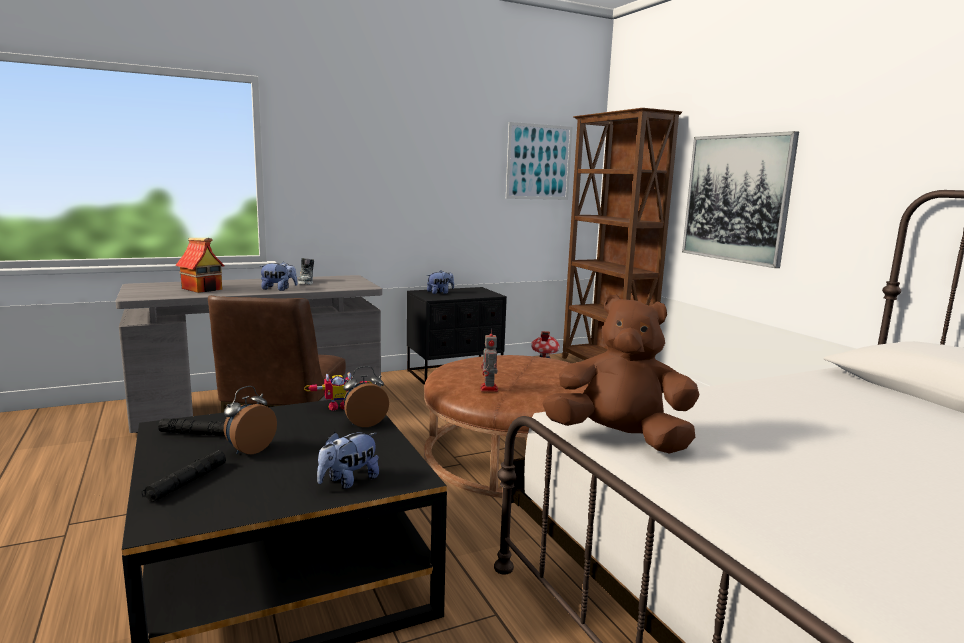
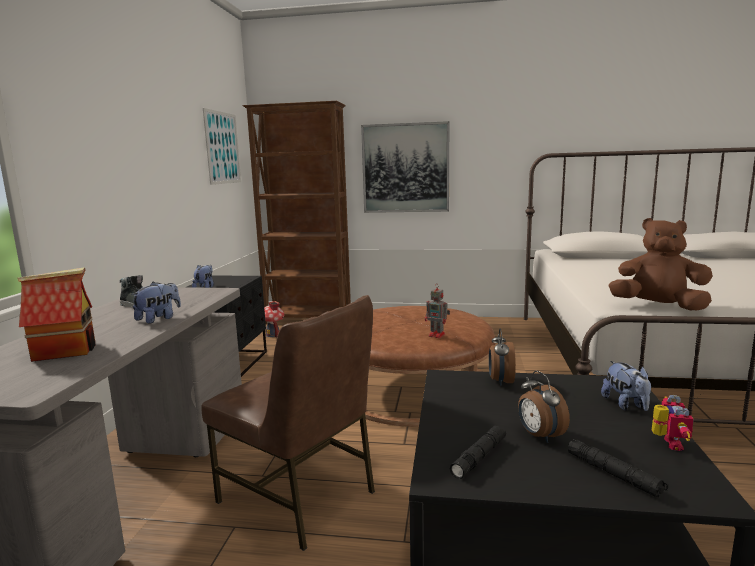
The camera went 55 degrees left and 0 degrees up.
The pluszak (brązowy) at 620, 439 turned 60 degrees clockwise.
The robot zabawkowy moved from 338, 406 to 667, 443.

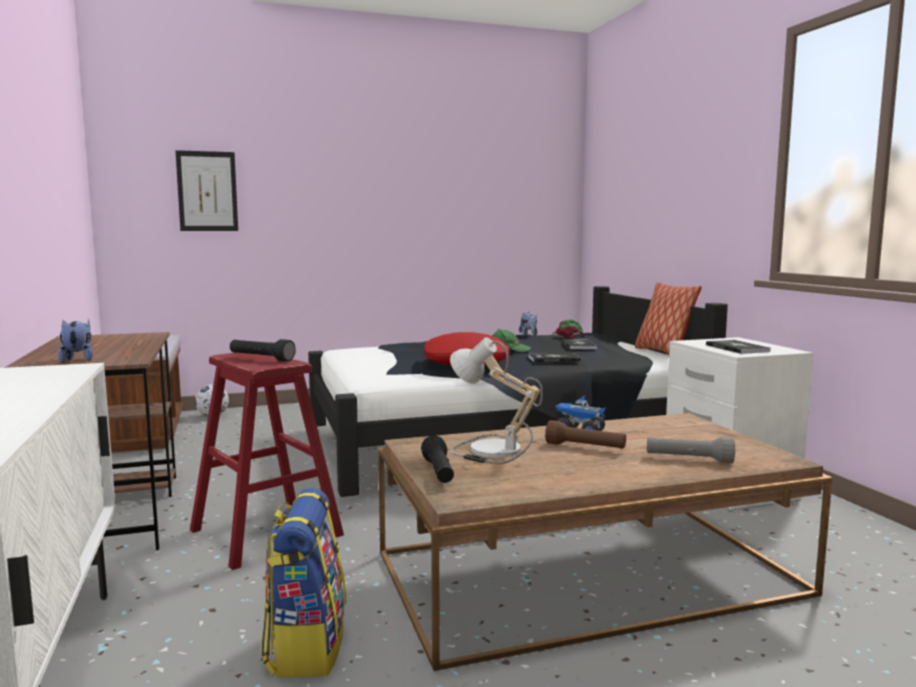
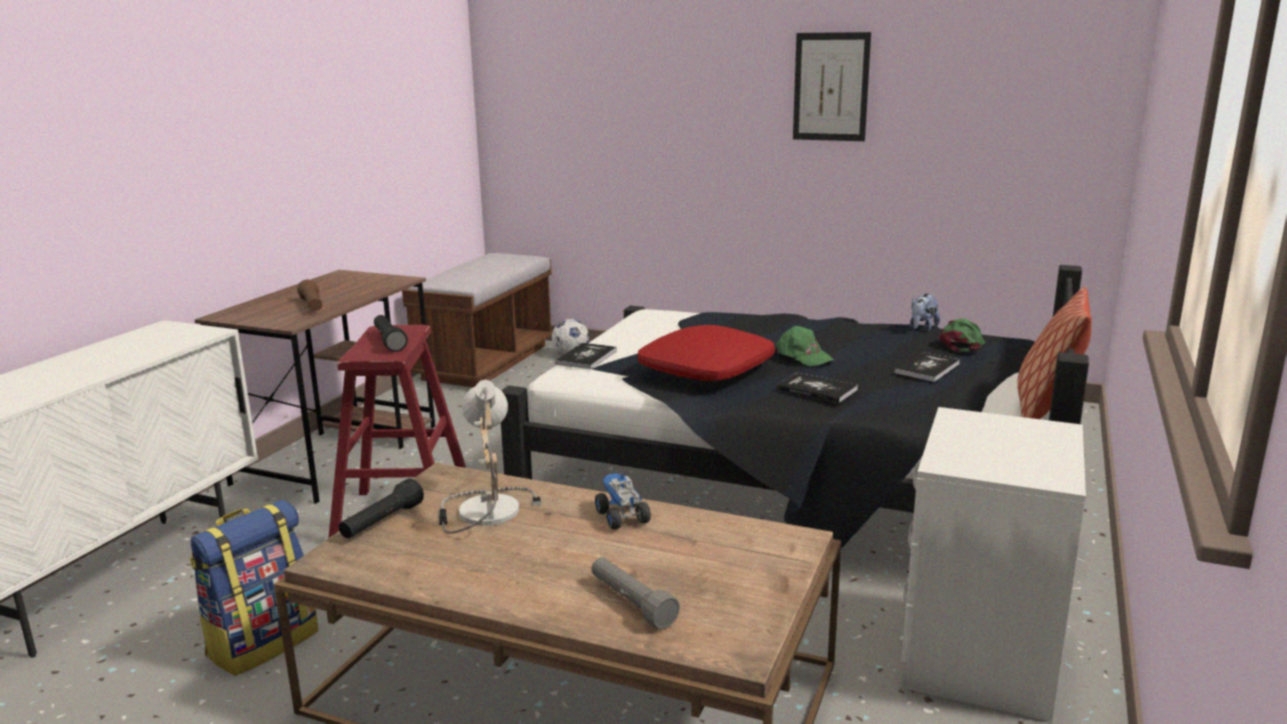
The camera went 40 degrees right and 10 degrees up.
The latarka (brązowy) moved from 585, 447 to 312, 306.
The książka moved from 737, 348 to 586, 357.
The obraz moved from 207, 191 to 831, 87.
The pluszak at 78, 360 disappeared.

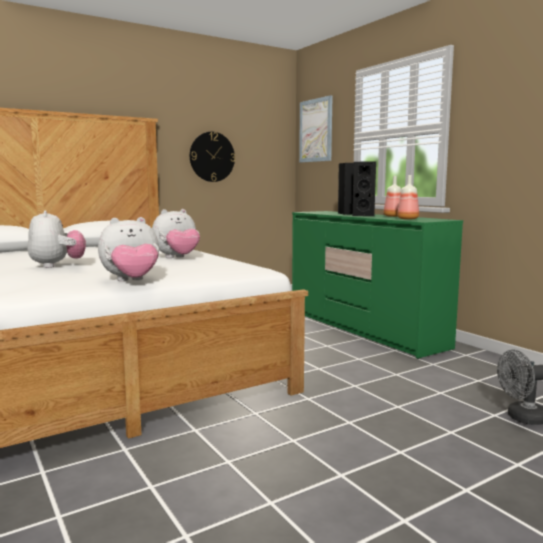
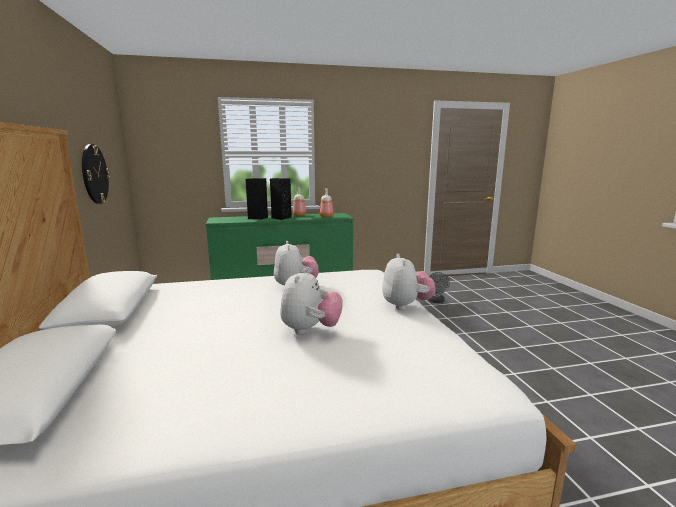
The camera went 70 degrees left and 5 degrees up.
The pluszak at 57, 265 turned 105 degrees clockwise.
The obraz at 316, 130 disappeared.

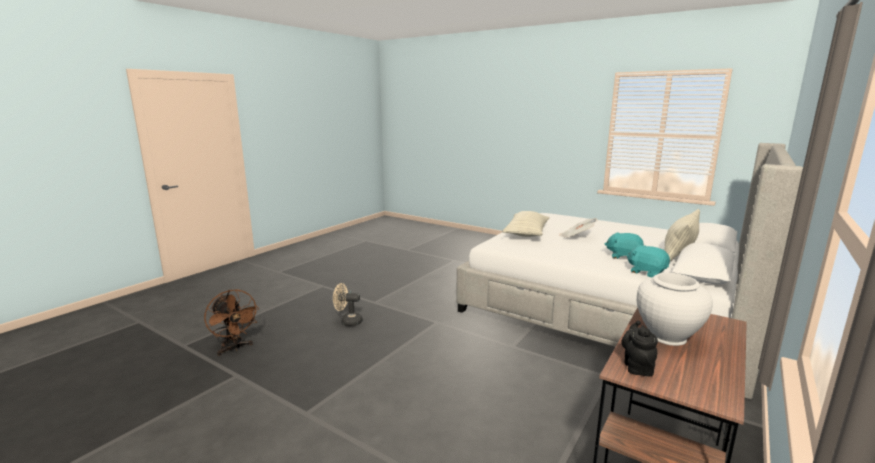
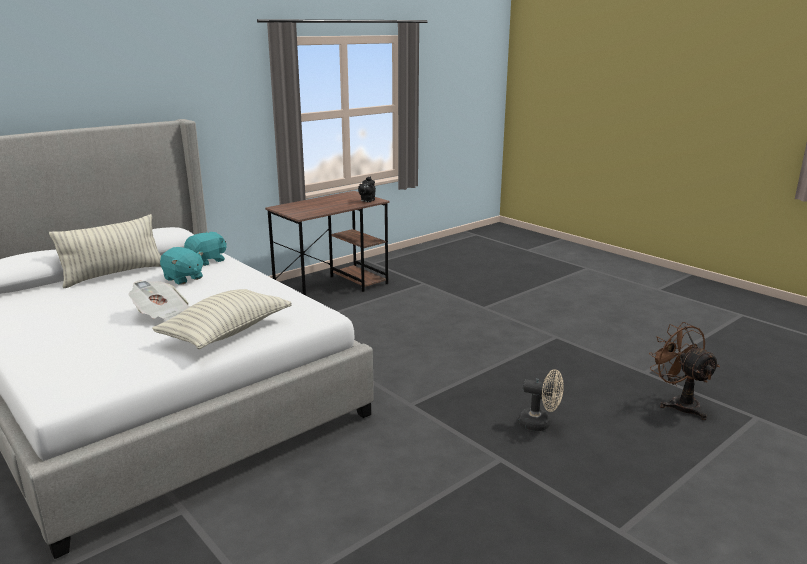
The camera went 165 degrees left and 5 degrees up.
The pluszak (turkusowy) at 646, 272 turned 105 degrees counterclockwise.
The wazon (biały) at 667, 337 disappeared.

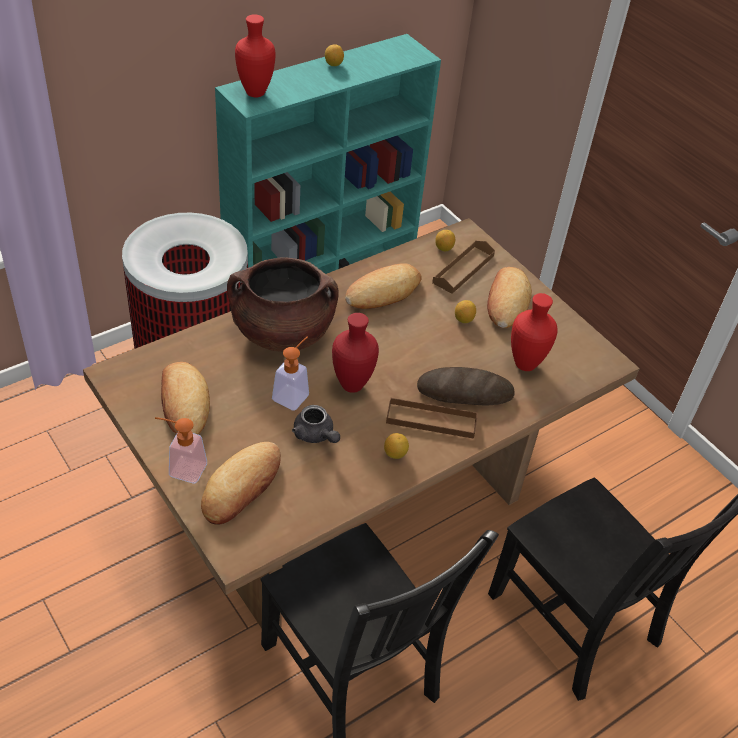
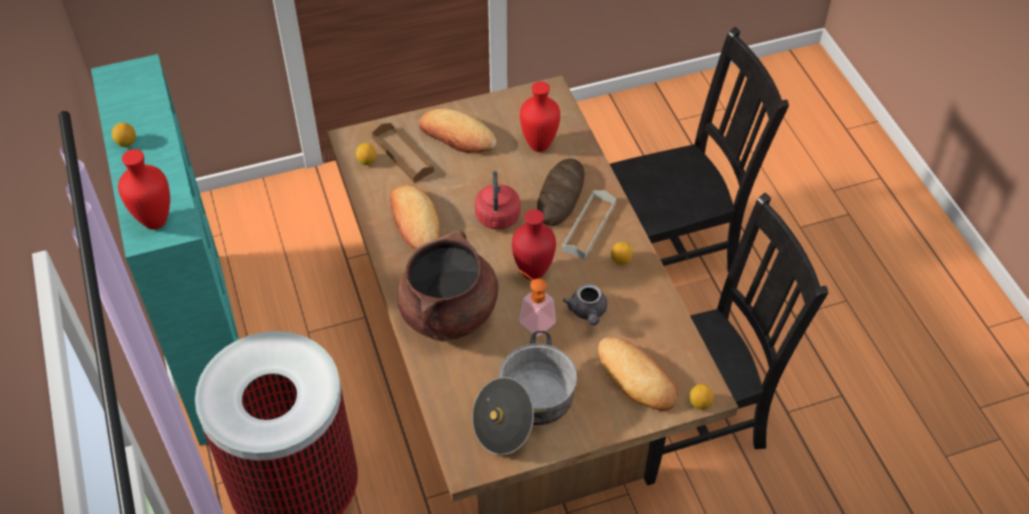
The camera went 70 degrees left and 5 degrees up.
The chleb at 184, 404 was replaced by the garnek at 524, 409.
The czajnik (czerwony) at 497, 219 appeared.
The taca (brązowy) at 431, 420 became the taca (szary) at 589, 226.
The imbryk (szary) at 315, 435 turned 105 degrees clockwise.
The cytryna moved from 463, 319 to 700, 403.
The dozownik mydła at 181, 468 disappeared.

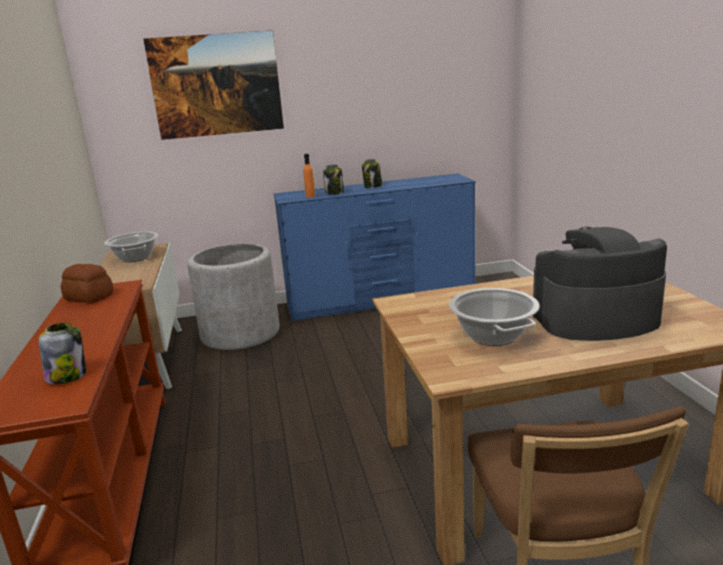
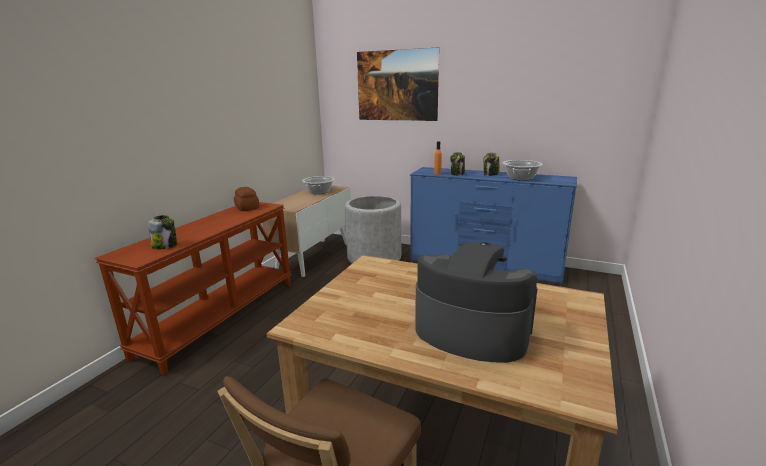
The camera went 35 degrees right and 0 degrees up.
The garnek moved from 493, 335 to 521, 178.

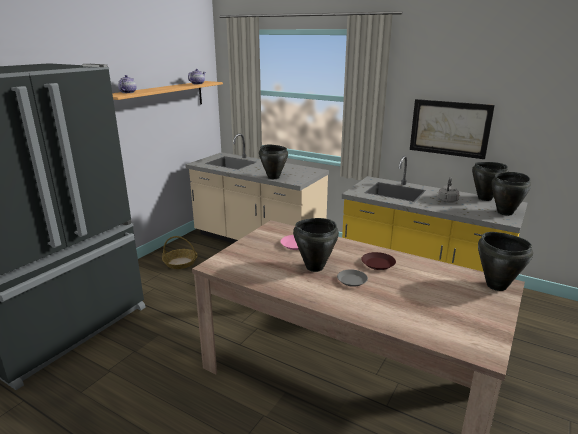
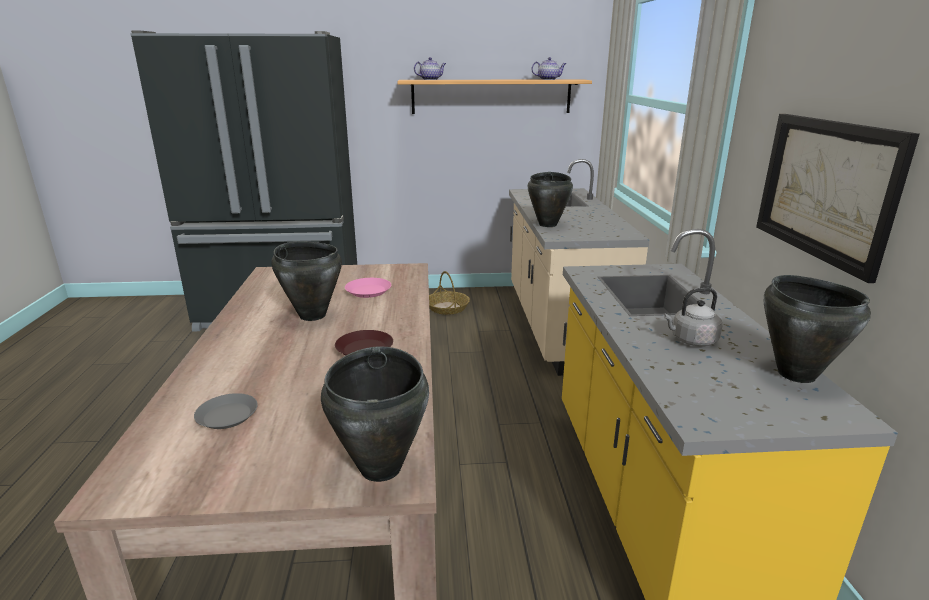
The camera went 55 degrees right and 0 degrees up.
The talerz (szary) moved from 351, 280 to 227, 416.
The garnek (czarny) at 505, 213 disappeared.

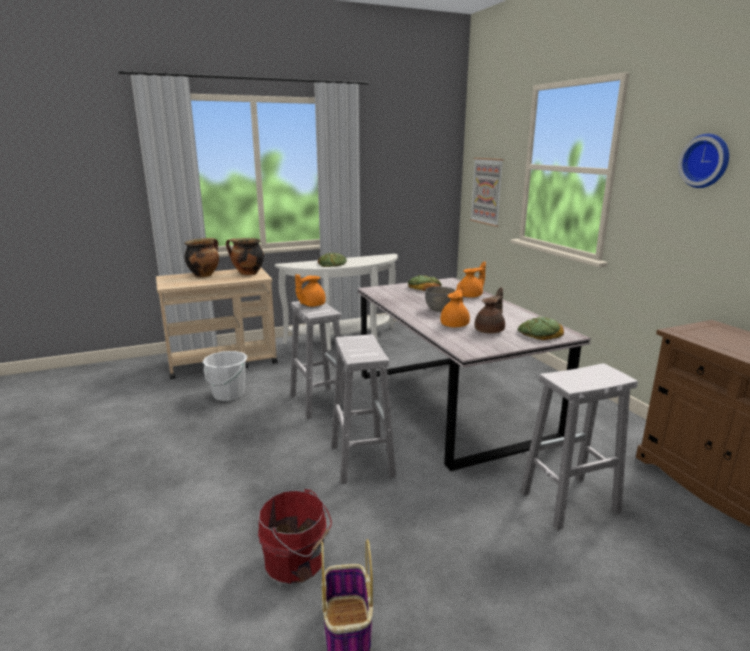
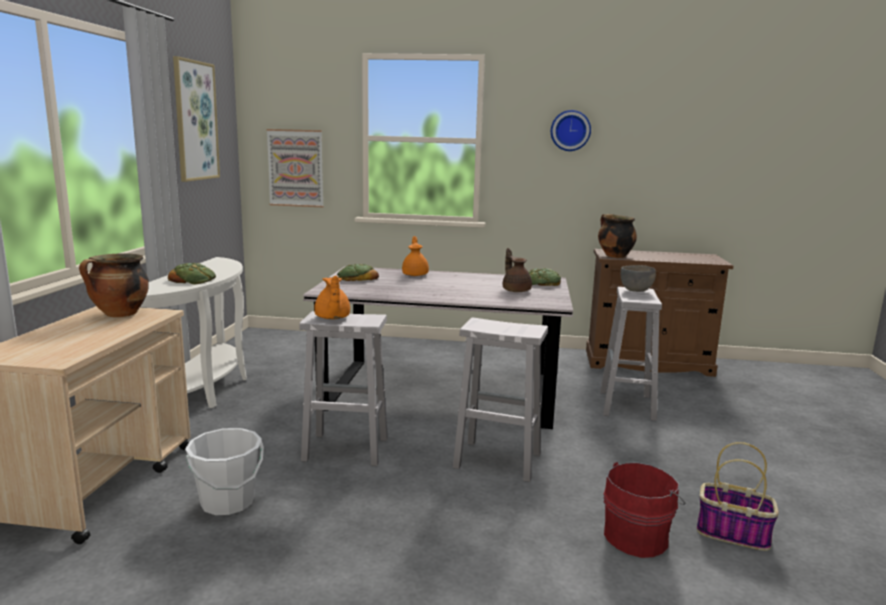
The camera went 60 degrees left and 5 degrees down.
The obraz at 195, 121 appeared.
The garnek moved from 204, 275 to 614, 256.
The miska (szary) moved from 440, 310 to 636, 290.
The imbryk (pomarańczowy) at 455, 324 disappeared.

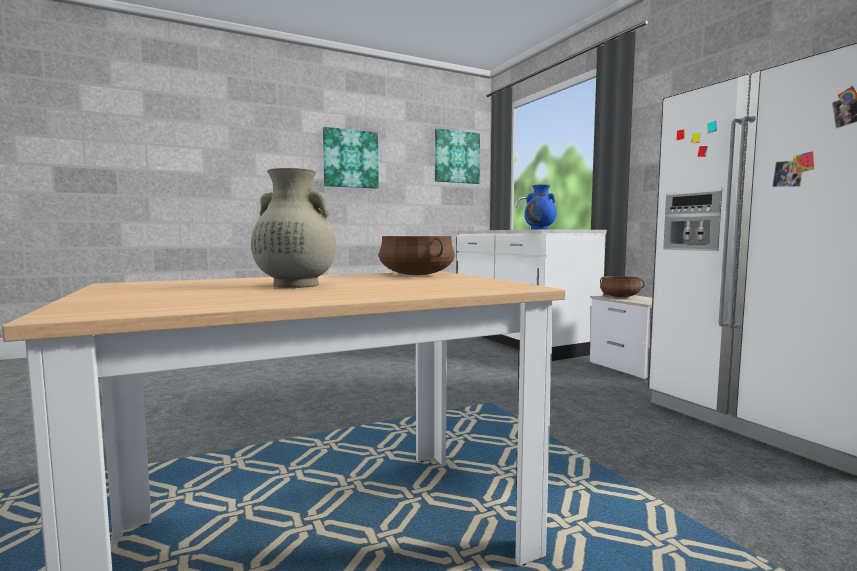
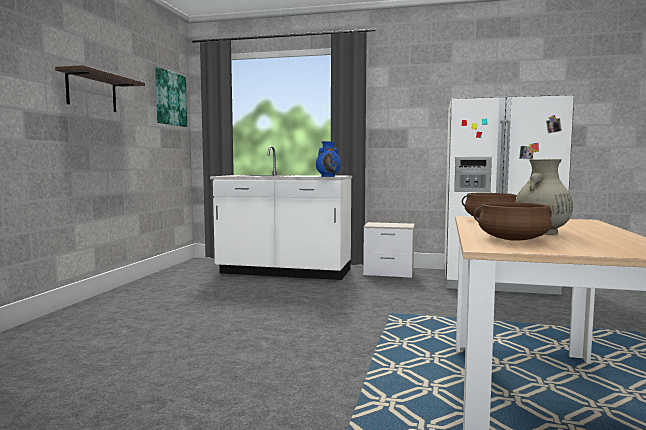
The camera went 50 degrees left and 0 degrees up.
The obraz at 350, 159 was replaced by the półka at 92, 92.
The garnek (brązowy) moved from 620, 297 to 513, 239.

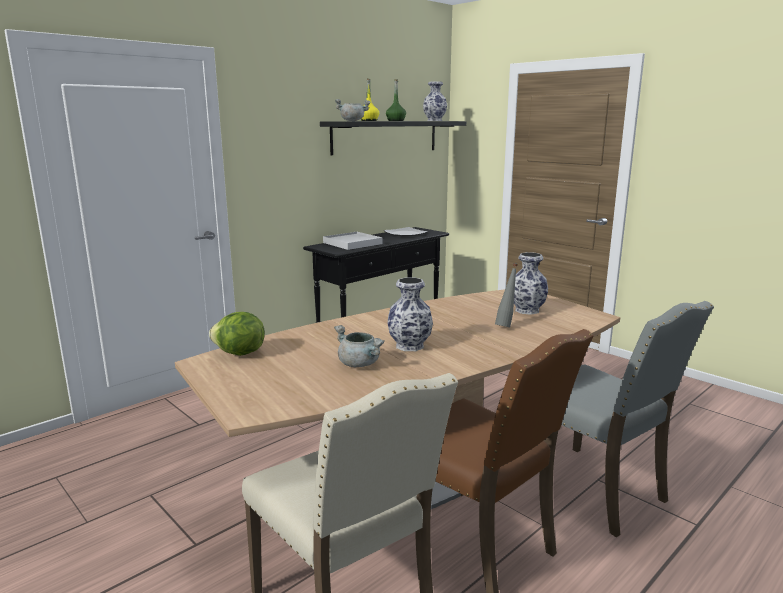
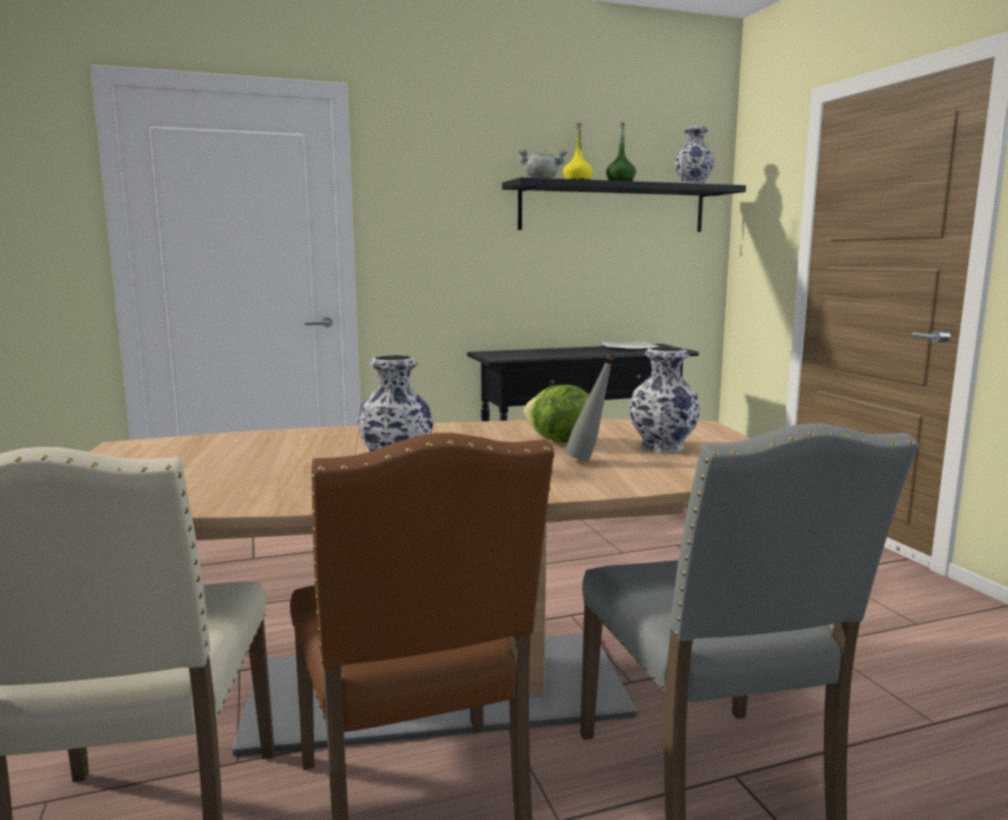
The camera went 25 degrees right and 5 degrees down.
The sałata moved from 239, 354 to 559, 442.
The taca (biały) at 352, 243 disappeared.
The garnek (szary) at 360, 364 disappeared.

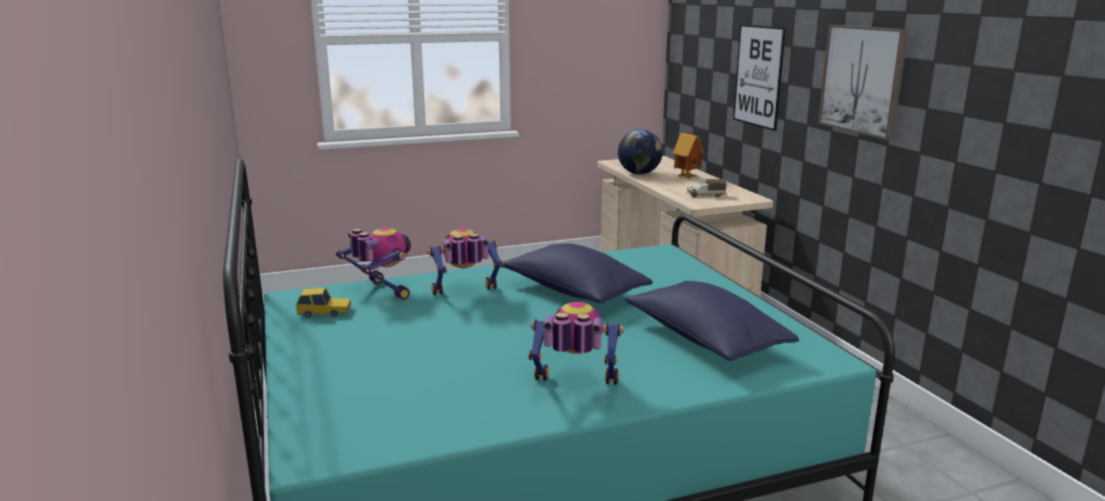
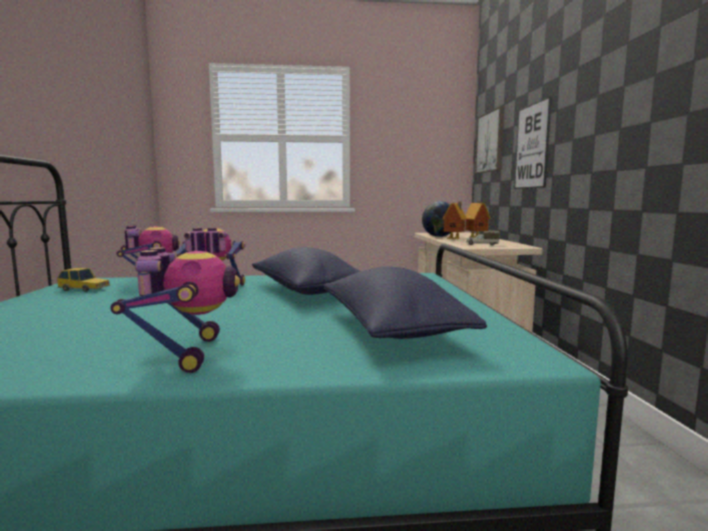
The camera went 15 degrees right and 10 degrees down.
The robot zabawkowy at 574, 387 turned 60 degrees clockwise.
The domek at 454, 239 appeared.
The obraz moved from 862, 80 to 490, 142.

